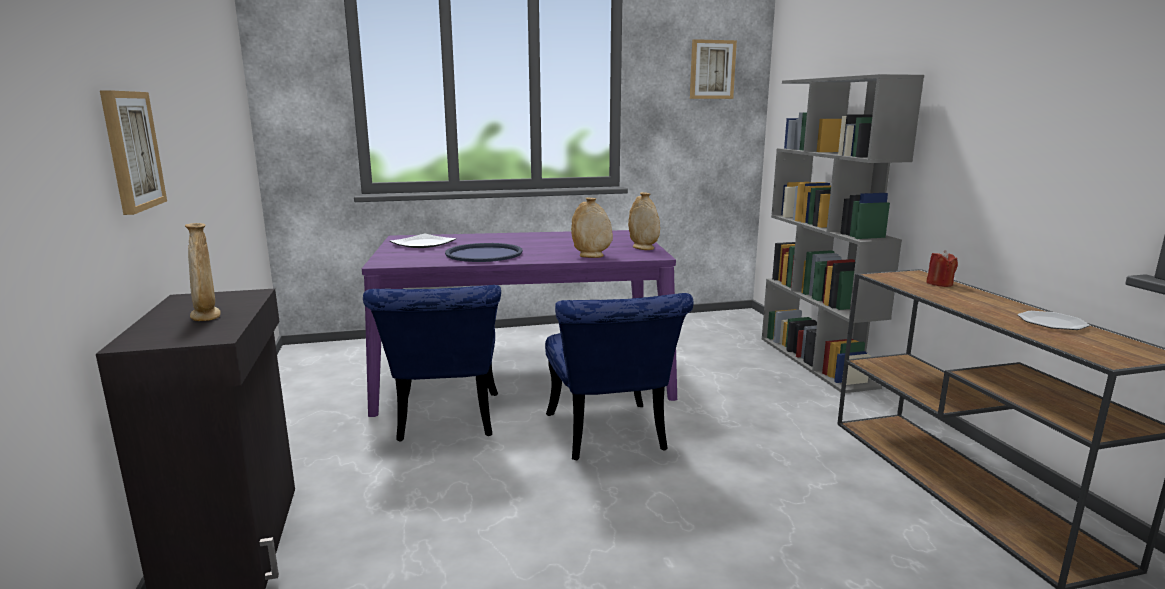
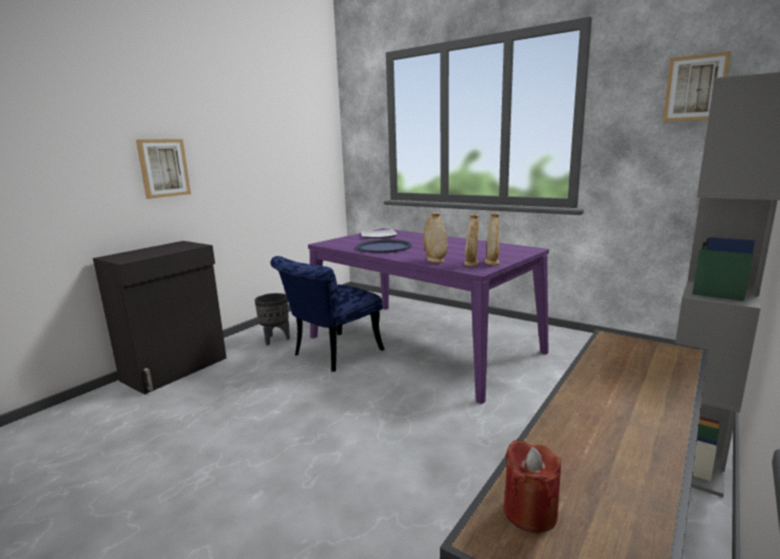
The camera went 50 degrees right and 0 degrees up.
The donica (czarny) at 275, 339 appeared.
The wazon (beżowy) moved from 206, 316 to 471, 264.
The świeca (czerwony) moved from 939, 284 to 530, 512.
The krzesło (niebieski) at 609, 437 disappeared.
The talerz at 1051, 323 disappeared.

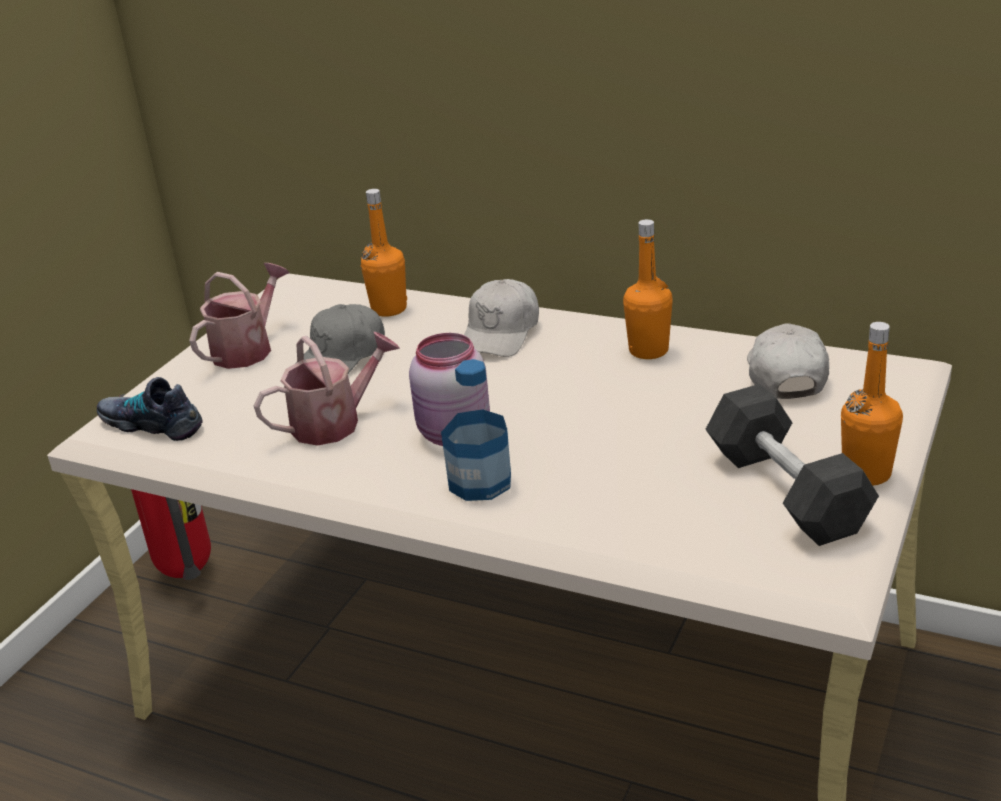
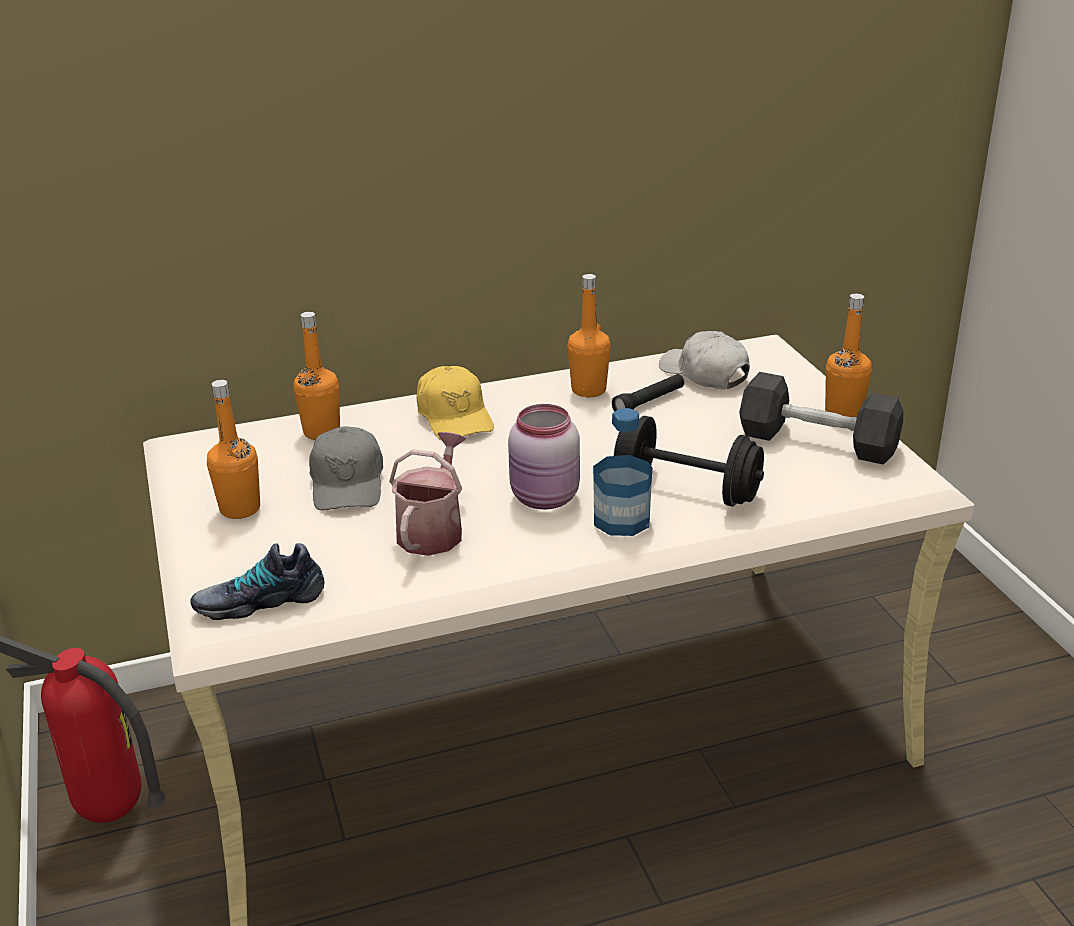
The camera went 45 degrees left and 0 degrees up.
The konewka at 247, 349 was replaced by the butelka (pomarańczowy) at 240, 509.
The czapka z daszkiem (biały) at 501, 333 became the czapka z daszkiem (żółty) at 455, 417.
The latarka (czarny) at 649, 402 appeared.
The hantel (czarny) at 686, 490 appeared.

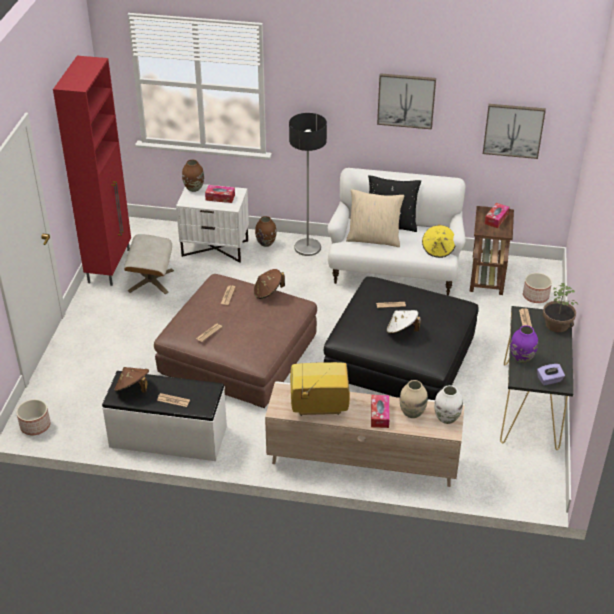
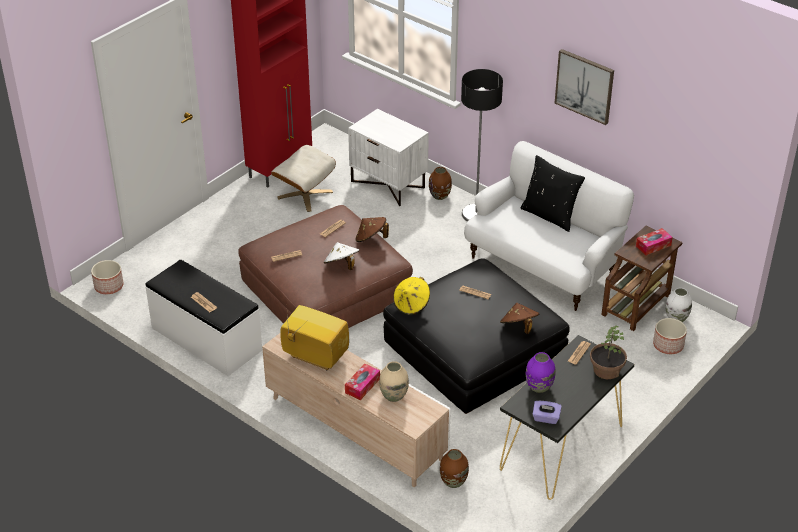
The camera went 30 degrees right and 0 degrees up.
The kapelusz (biały) moved from 402, 331 to 342, 265.
The kapelusz (żółty) moved from 438, 249 to 411, 305.
The wazon (brązowy) moved from 194, 188 to 453, 482.
The kapelusz (brązowy) moved from 133, 389 to 519, 327.
The wazon (biały) moved from 446, 418 to 676, 318.
The pudełko chusteczek at 220, 197 disappeared.
The poduszka (beżowy) at 374, 239 disappeared.
The obraz at 513, 130 disappeared.

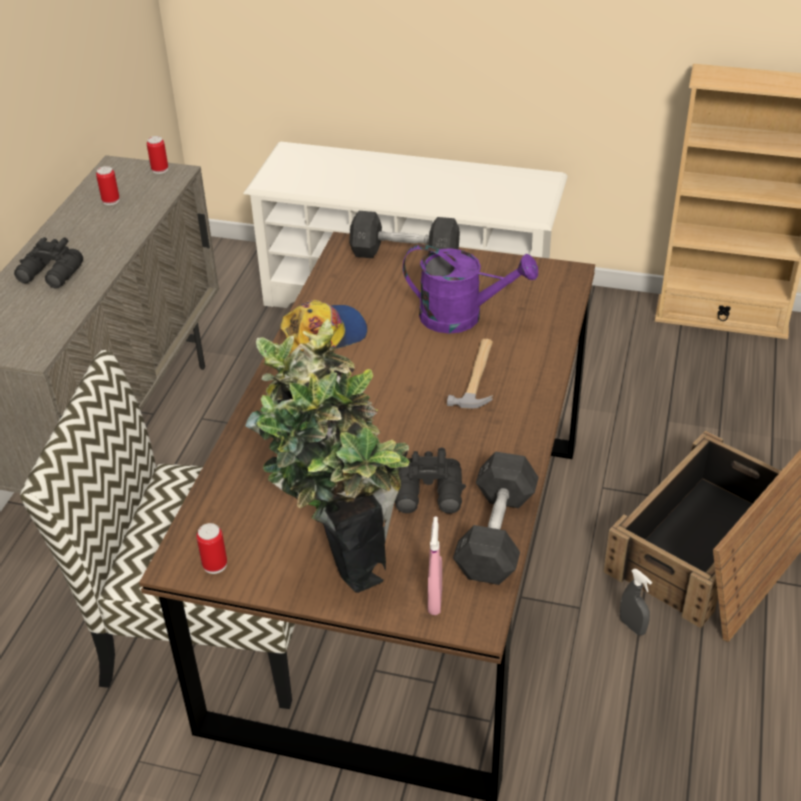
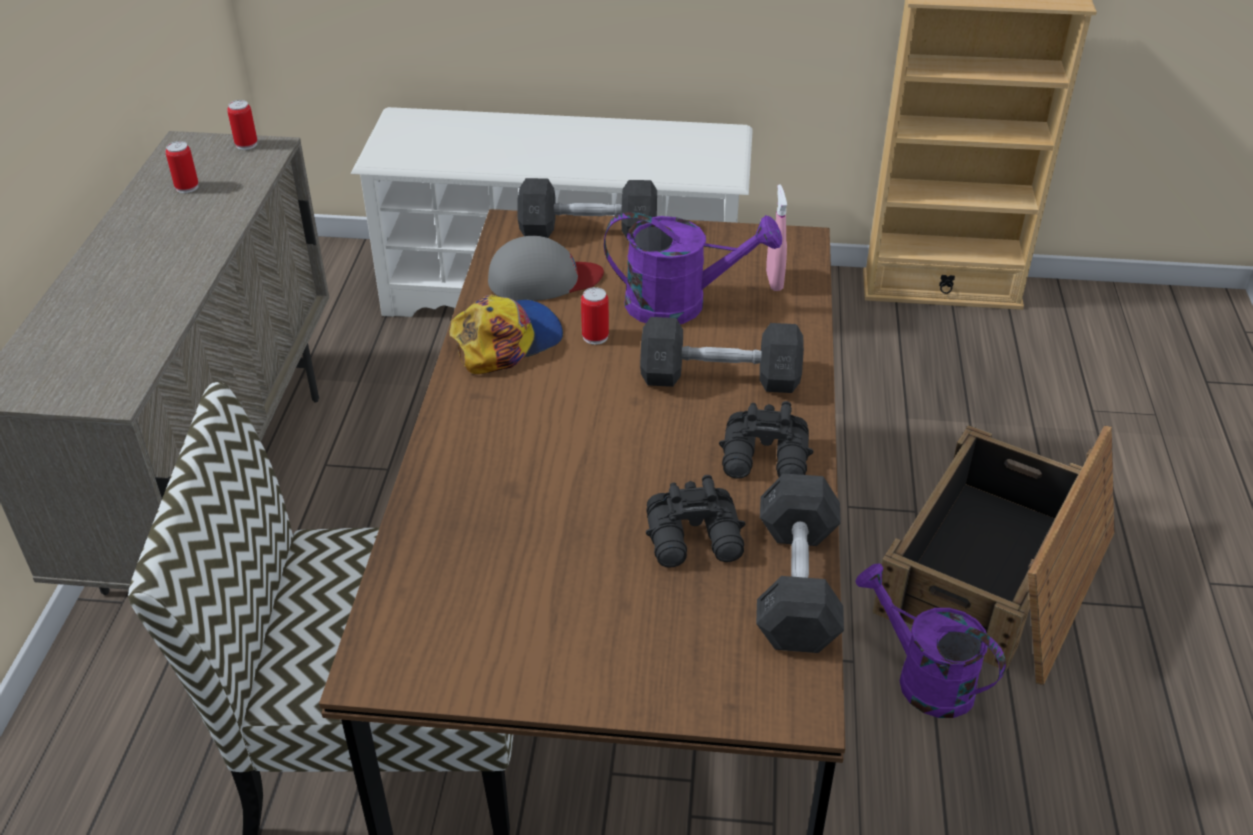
The camera went 10 degrees left and 0 degrees up.
The czapka z daszkiem (szary) at 543, 279 appeared.
The puszka moved from 215, 564 to 595, 337.
The młotek at 478, 376 was replaced by the hantel (szary) at 720, 378.
The lornetka (czarny) moved from 51, 275 to 766, 460.
The spryskiwacz (różowy) moved from 435, 601 to 774, 281.
The spryskiwacz (szary) at 632, 626 was replaced by the konewka (fioletowy) at 923, 678.
The roślina doniczkowa at 340, 553 disappeared.

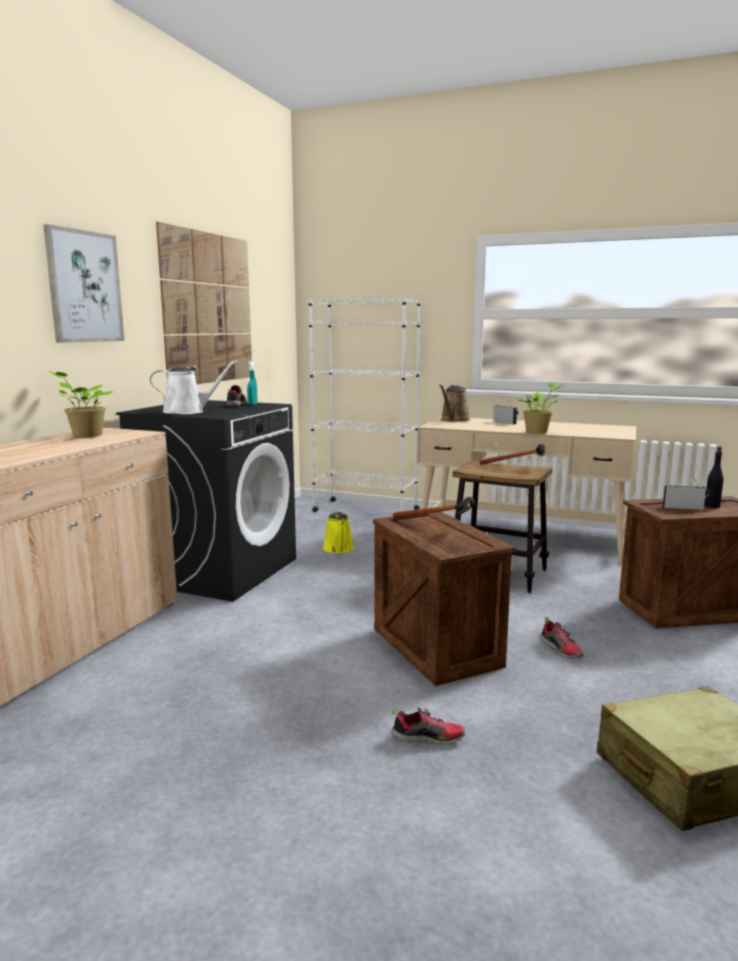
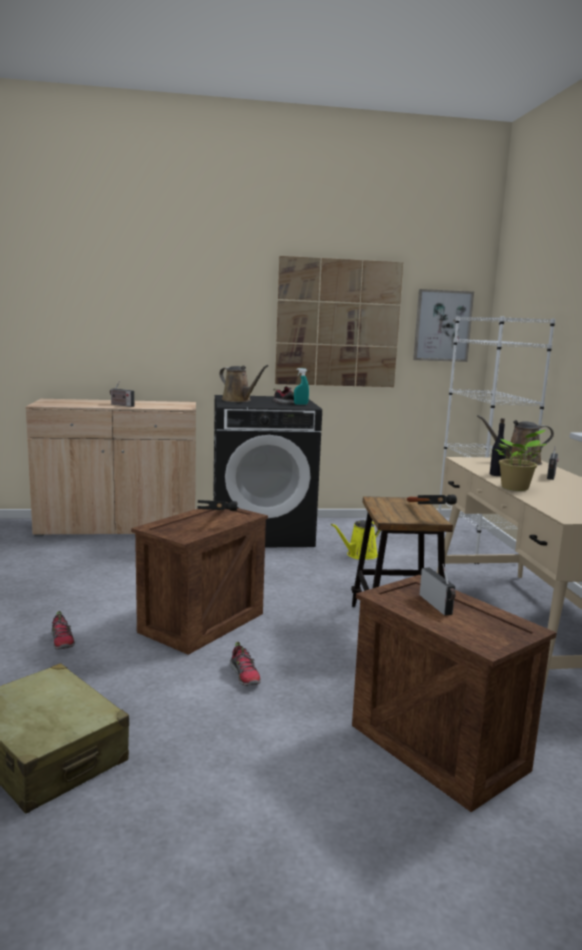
The camera went 60 degrees right and 0 degrees up.
The radio at 121, 405 appeared.
The konewka (biały) at 188, 411 became the konewka (brązowy) at 238, 400.
The but at 561, 649 turned 60 degrees counterclockwise.
The obraz moved from 84, 287 to 442, 326.
The butelka (czarny) moved from 712, 506 to 496, 474.
The roślina doniczkowa at 85, 435 disappeared.

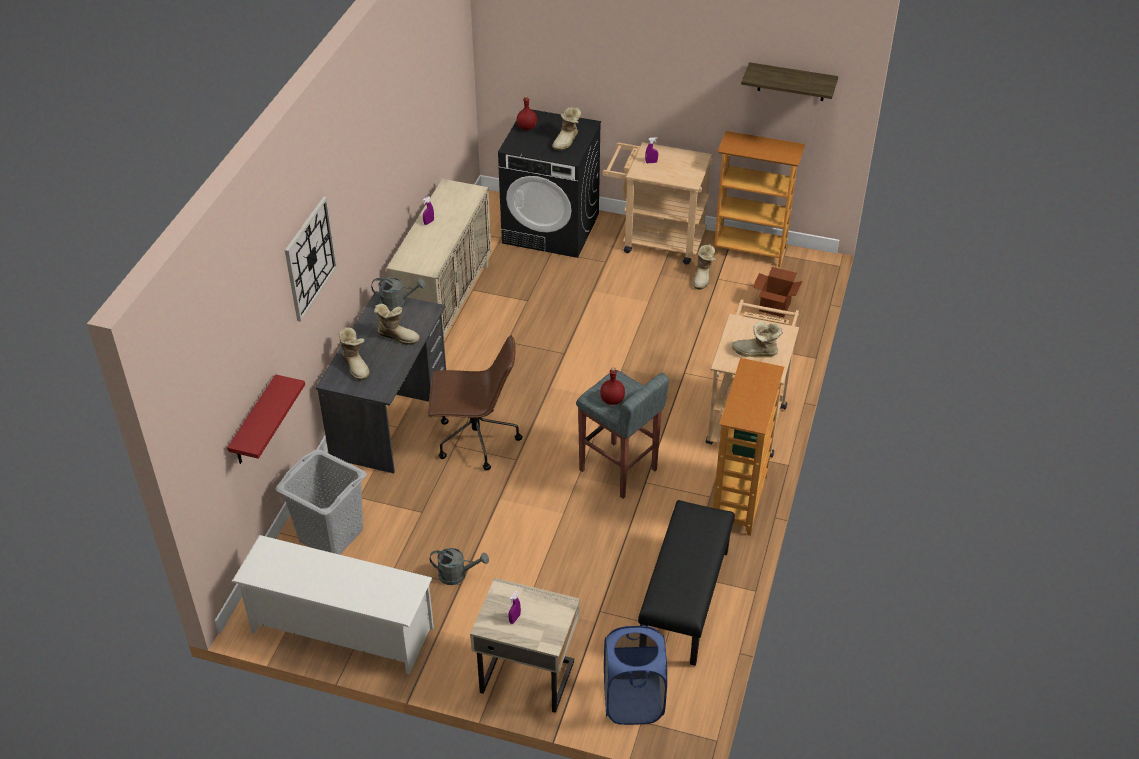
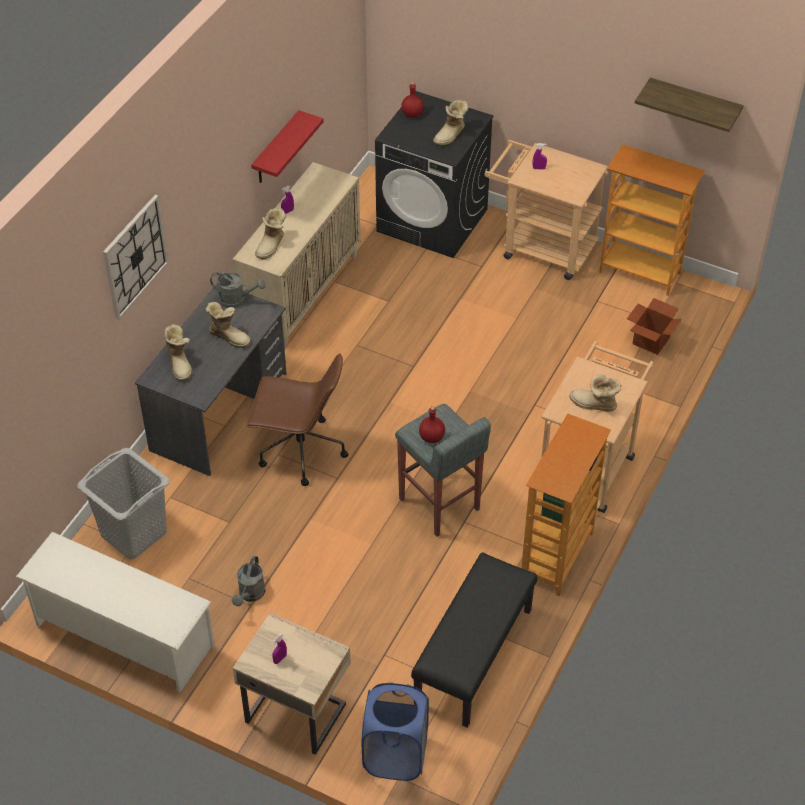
The camera went 10 degrees right and 5 degrees up.
The konewka (szary) at 457, 575 turned 90 degrees clockwise.
The półka (czerwony) moved from 254, 423 to 276, 149.
The but z cholewką moved from 703, 278 to 272, 246.

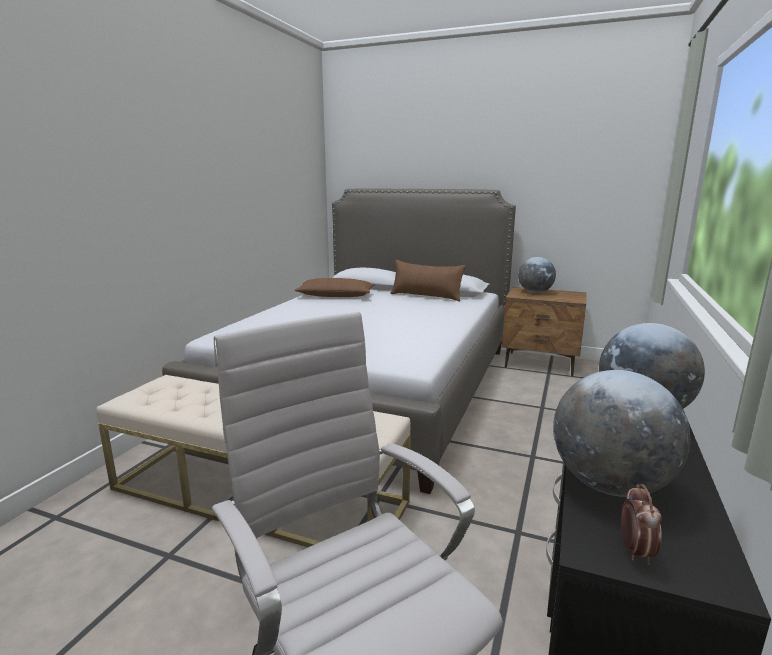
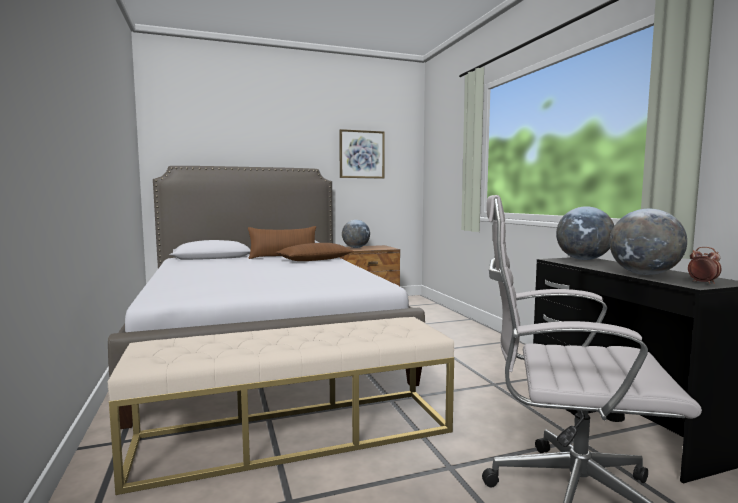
The camera went 40 degrees left and 10 degrees down.
The poduszka (brązowy) moved from 335, 296 to 315, 260.
The obraz at 361, 154 appeared.

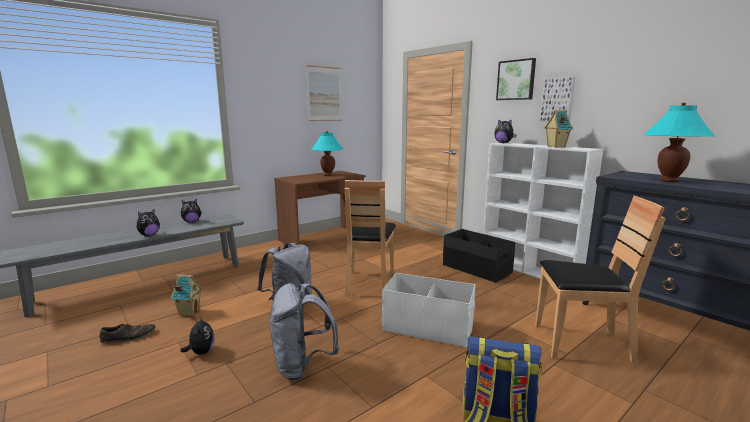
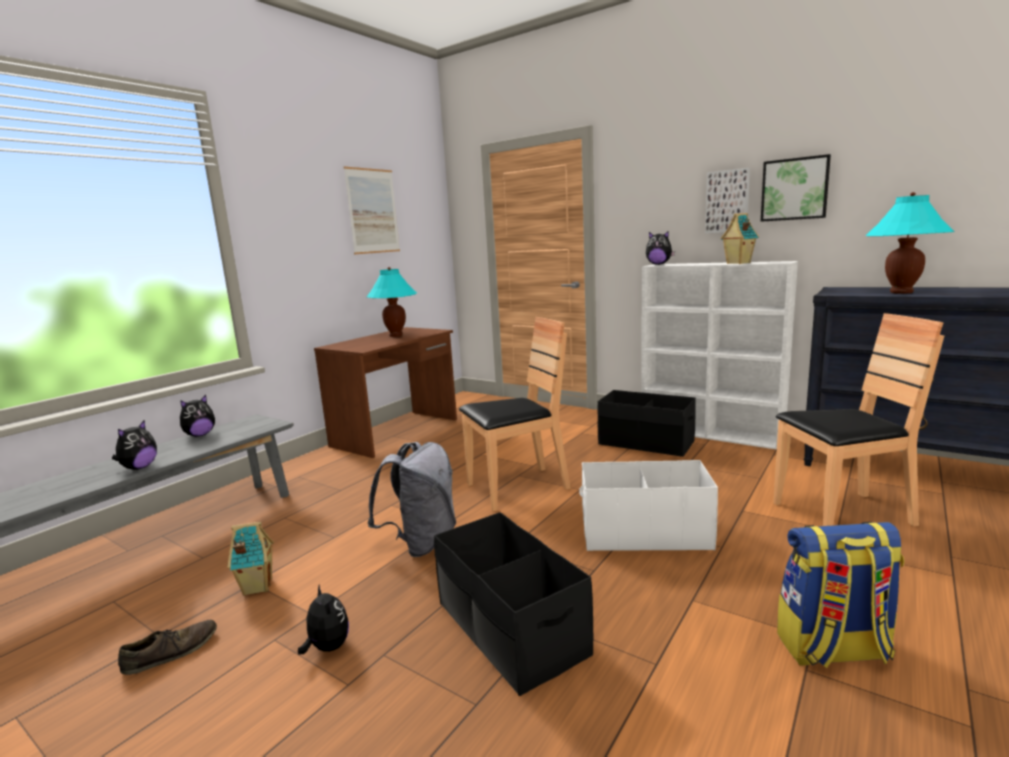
The camera went 15 degrees left and 0 degrees up.
The plecak (szary) at 302, 366 was replaced by the pojemnik do przechowywania (czarny) at 510, 629.
The krzesło (brązowy) at 369, 284 turned 105 degrees counterclockwise.
The obraz moved from 516, 80 to 794, 189.

